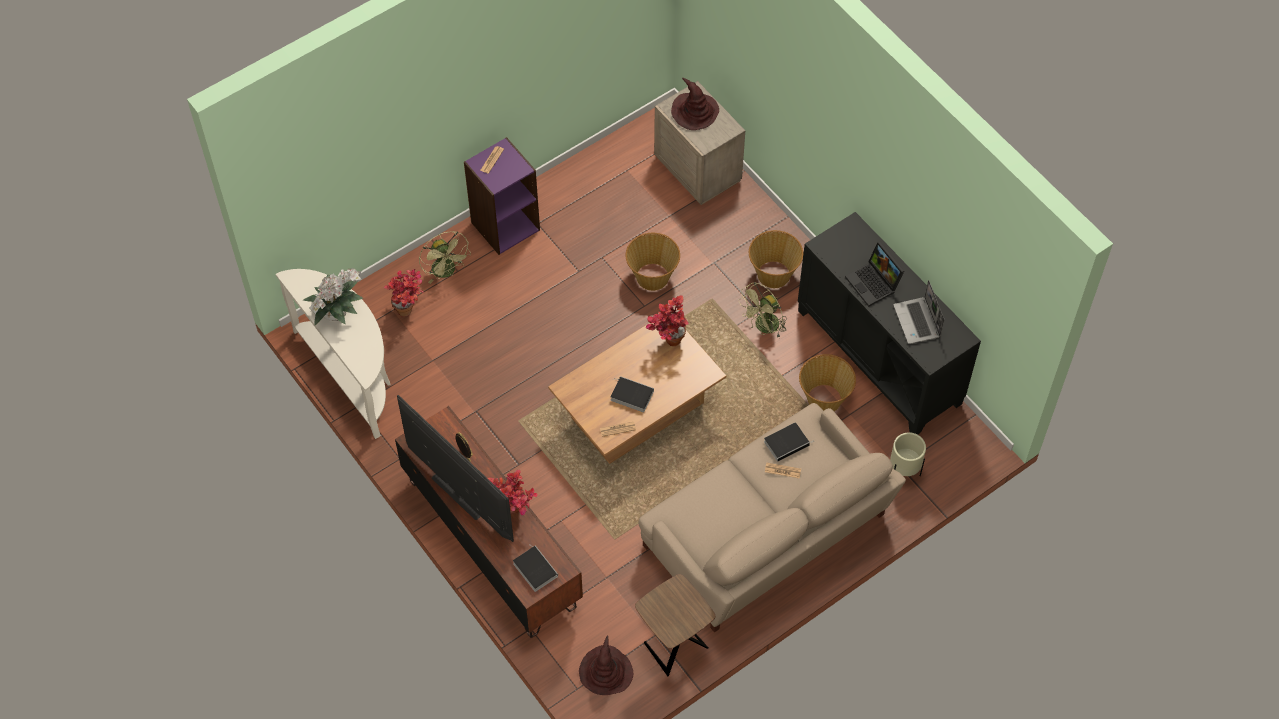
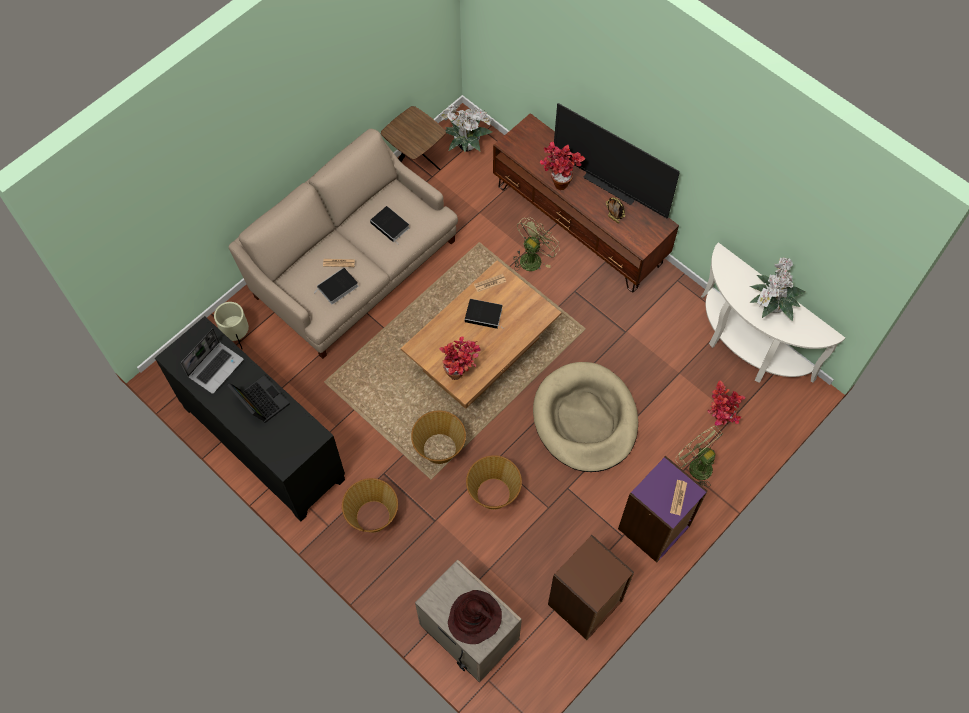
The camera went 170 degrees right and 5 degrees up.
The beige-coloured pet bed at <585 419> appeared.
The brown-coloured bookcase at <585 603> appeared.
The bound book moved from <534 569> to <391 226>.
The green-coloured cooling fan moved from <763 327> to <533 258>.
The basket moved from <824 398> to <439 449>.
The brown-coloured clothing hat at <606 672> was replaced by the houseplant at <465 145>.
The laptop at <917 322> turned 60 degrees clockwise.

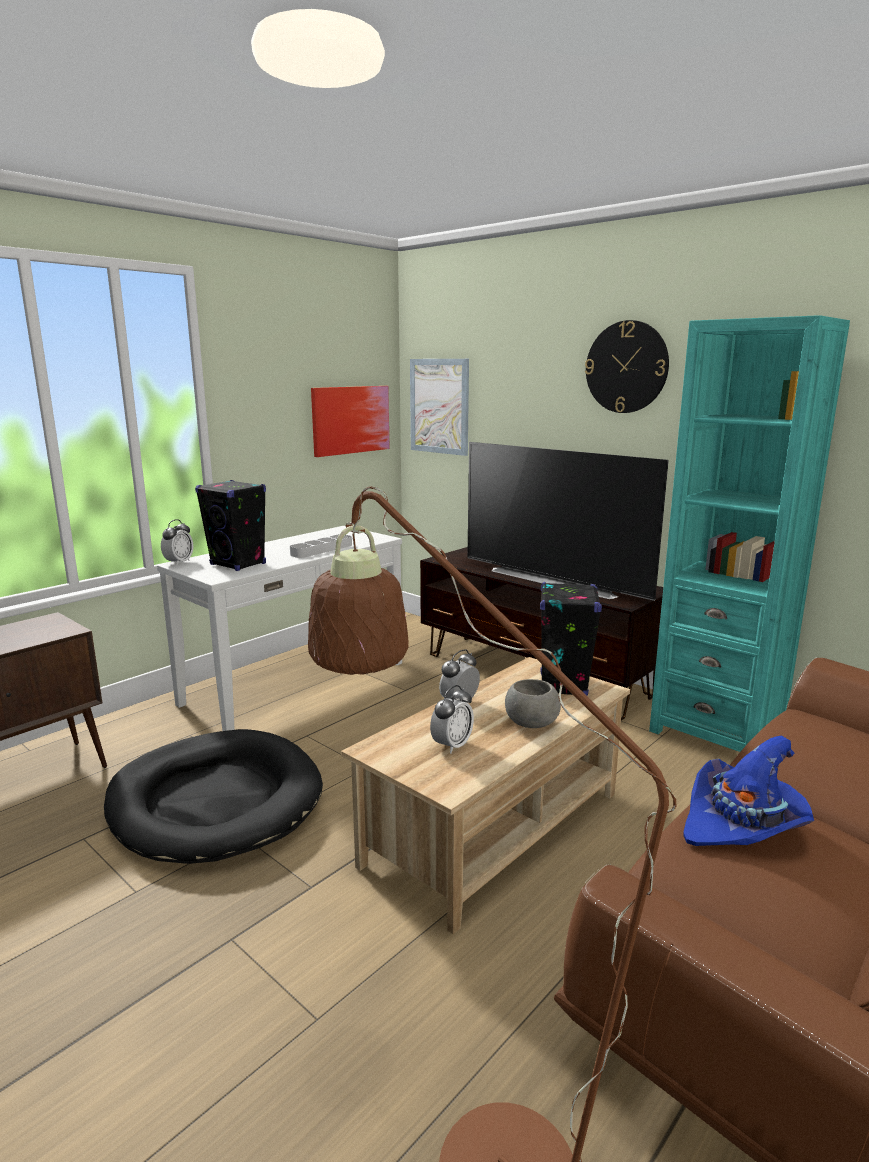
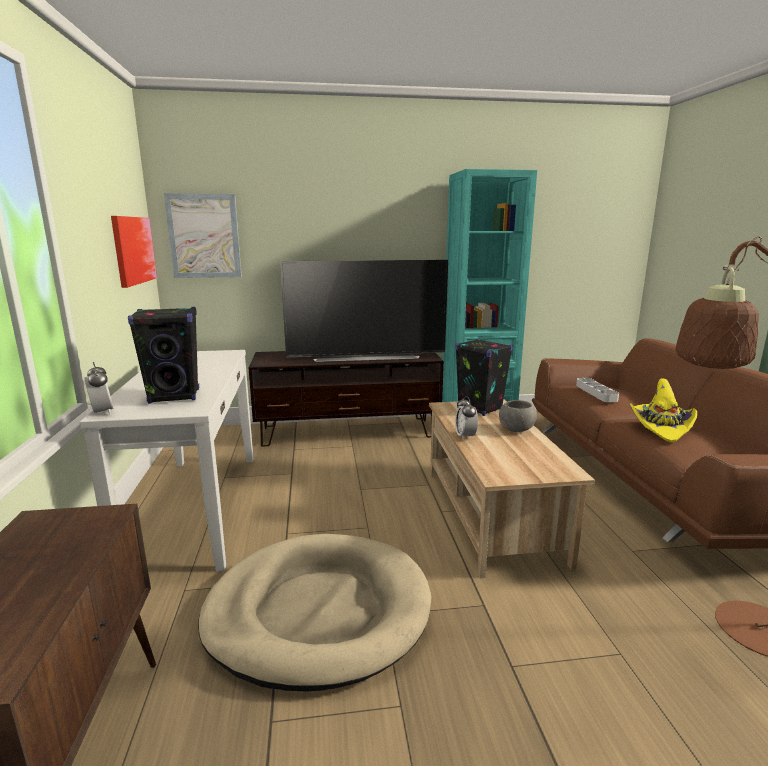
The camera went 50 degrees left and 0 degrees up.
The alarm clock at <452 745> disappeared.
The clock on the wall at <626 367> disappeared.
The gray serving tray moved from <321 550> to <596 393>.
The black pet bed at <215 801> became the beige-coloured pet bed at <318 612>.
The bluish clothing hat at <743 823> became the yellow clothing hat at <661 427>.

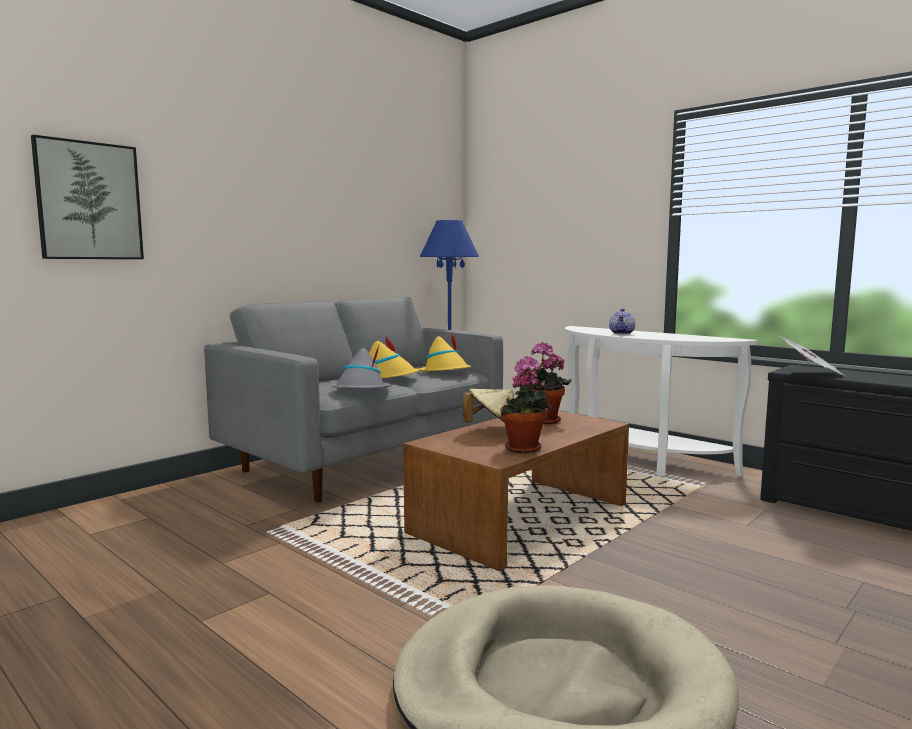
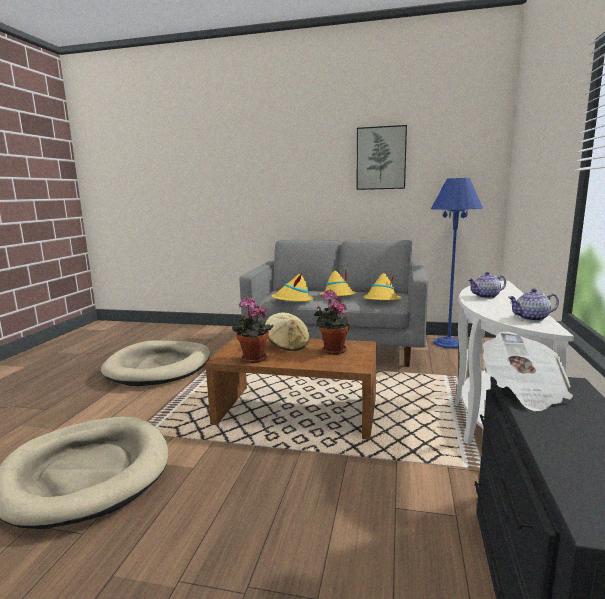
The camera went 60 degrees right and 5 degrees up.
The beige-coloured pet bed at <159 367> appeared.
The pot for tea at <531 318> appeared.
The wall art moved from <89 201> to <381 158>.
The gray clothing hat at <361 391> became the yellow clothing hat at <292 301>.

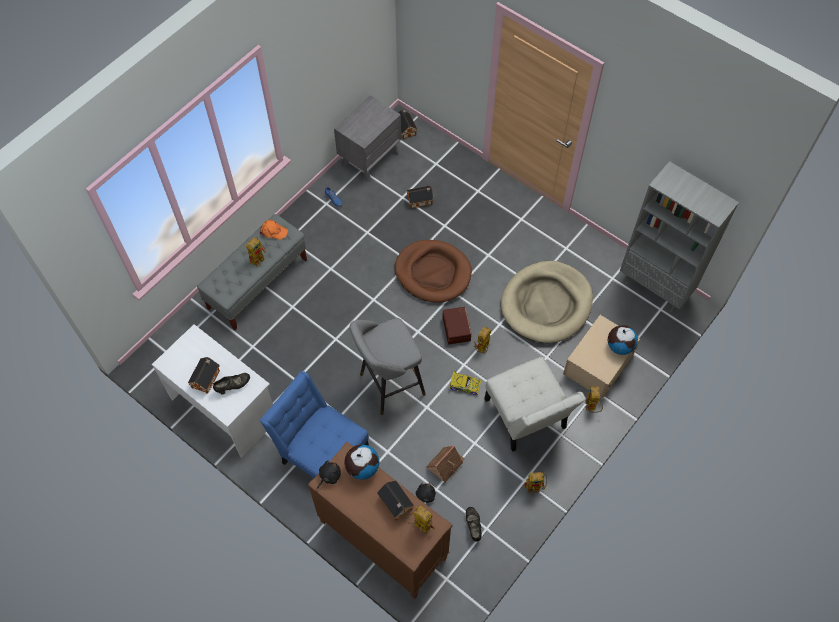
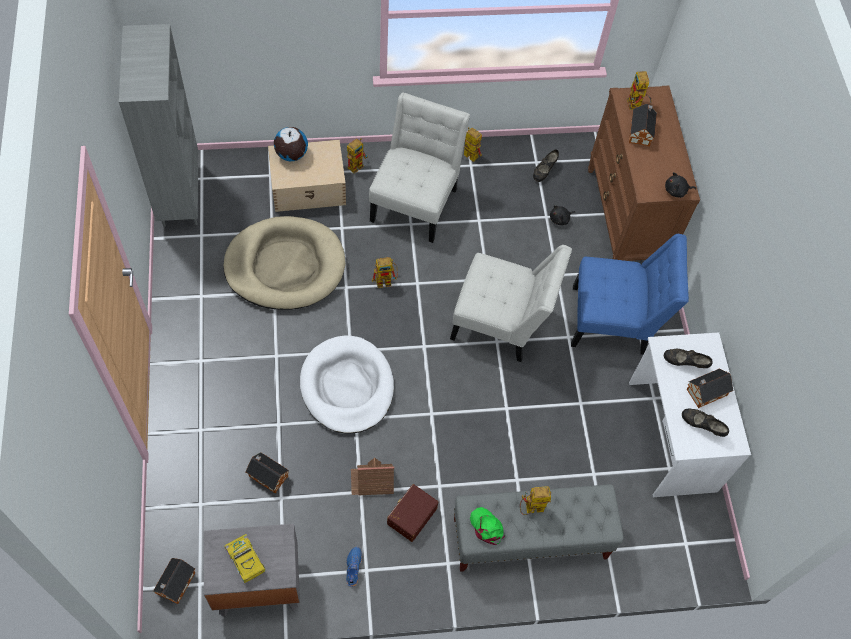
The camera went 140 degrees left and 0 degrees up.
The desk globe at <362 467> disappeared.
The black low shoe at <702 426> appeared.
The miniature house moved from <445 464> to <372 481>.
The brown-coloured storage bin moved from <457 328> to <411 515>.
The toy car moved from <464 385> to <245 561>.
The gray stool at <388 386> was replaced by the white-coloured plain chair at <501 323>.
The orange-coloured cap at <273 231> became the green-coloured cap at <487 527>.
The brown-coloured pet bed at <433 273> became the white-coloured pet bed at <347 386>.
The bluish plain chair at <322 453> turned 75 degrees counterclockwise.

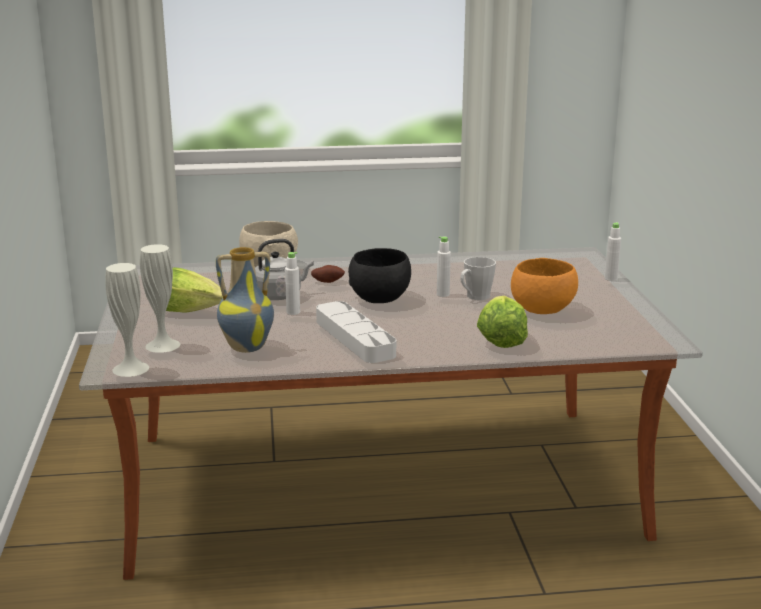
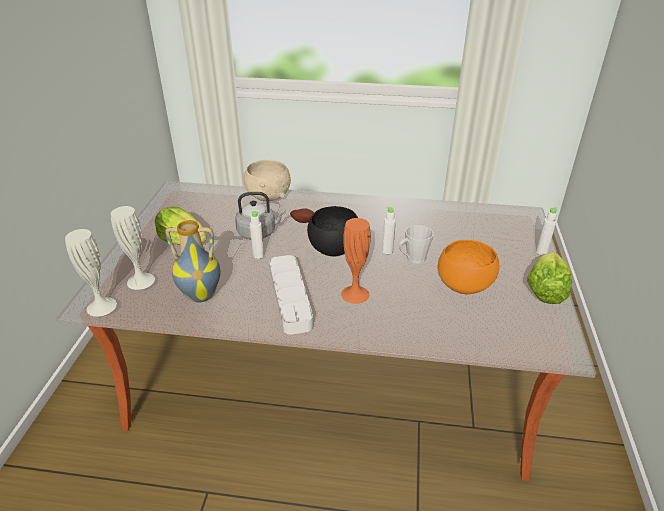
The camera went 15 degrees right and 15 degrees up.
The orange-coloured decorative vase at <355 294> appeared.
The head of lettuce moved from <501 339> to <545 289>.

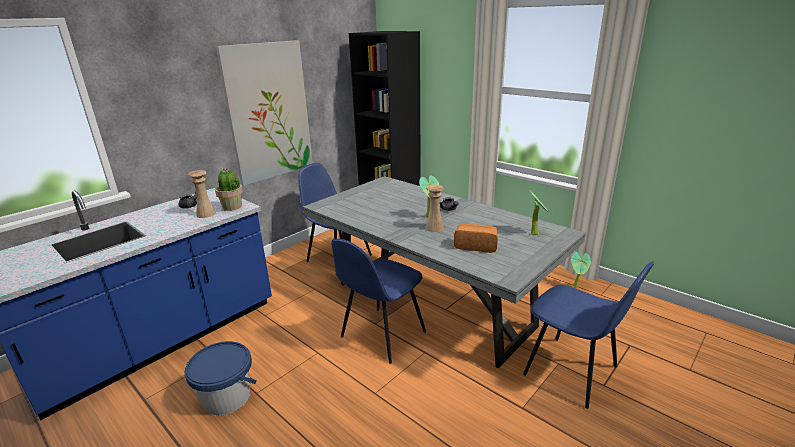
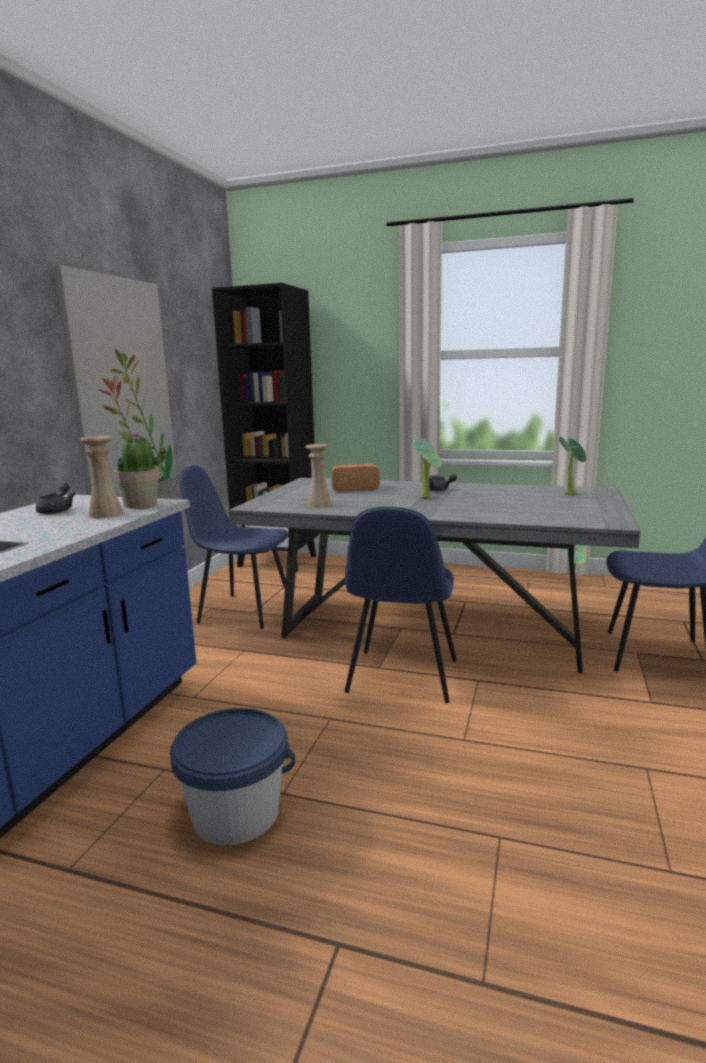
The camera went 25 degrees left and 10 degrees down.
The beige-coloured decorative vase moved from <434 227> to <319 504>.
The bakery bread moved from <476 246> to <354 488>.

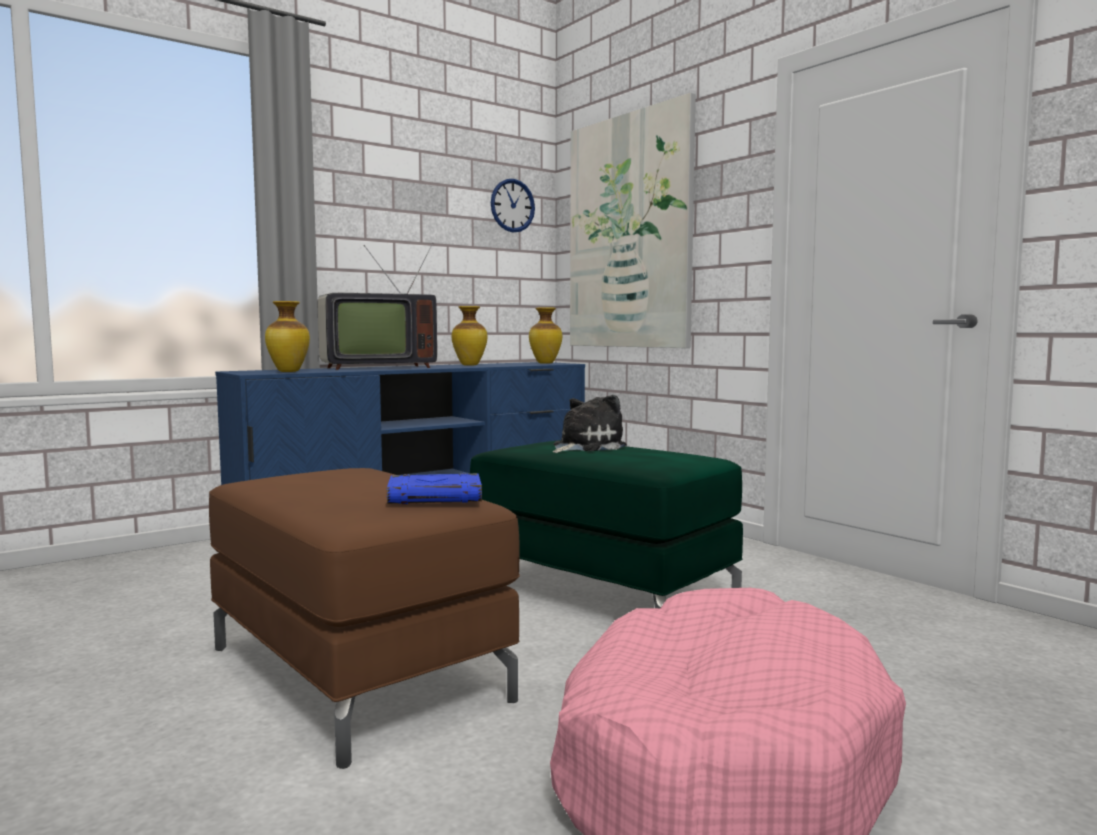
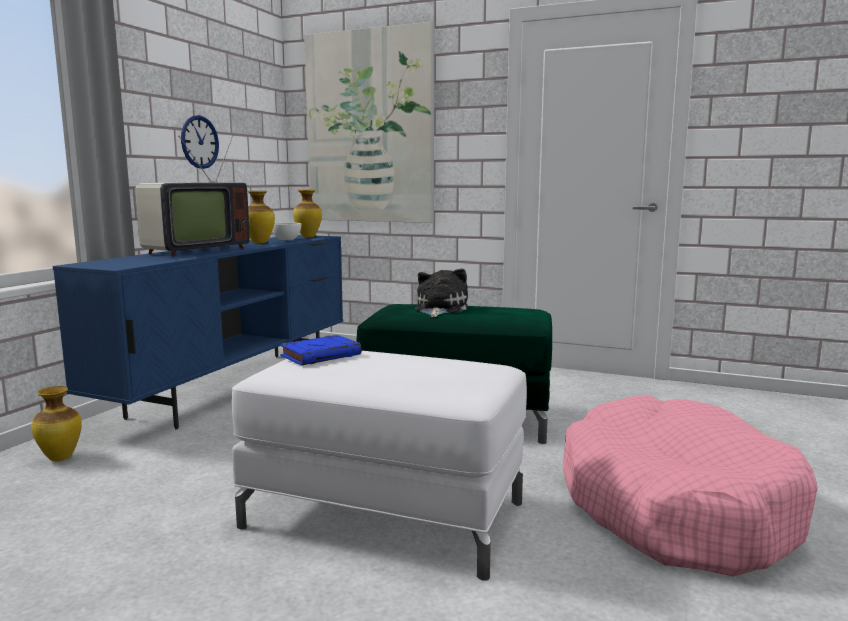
The camera went 30 degrees left and 5 degrees up.
The white-coloured deep dish at <287 239> appeared.
The decorative vase moved from <287 371> to <59 458>.
The bluish bound book moved from <436 497> to <321 355>.
The clock on the wall moved from <512 205> to <199 142>.
The brown-coloured footrest at <358 673> became the white-coloured footrest at <387 514>.

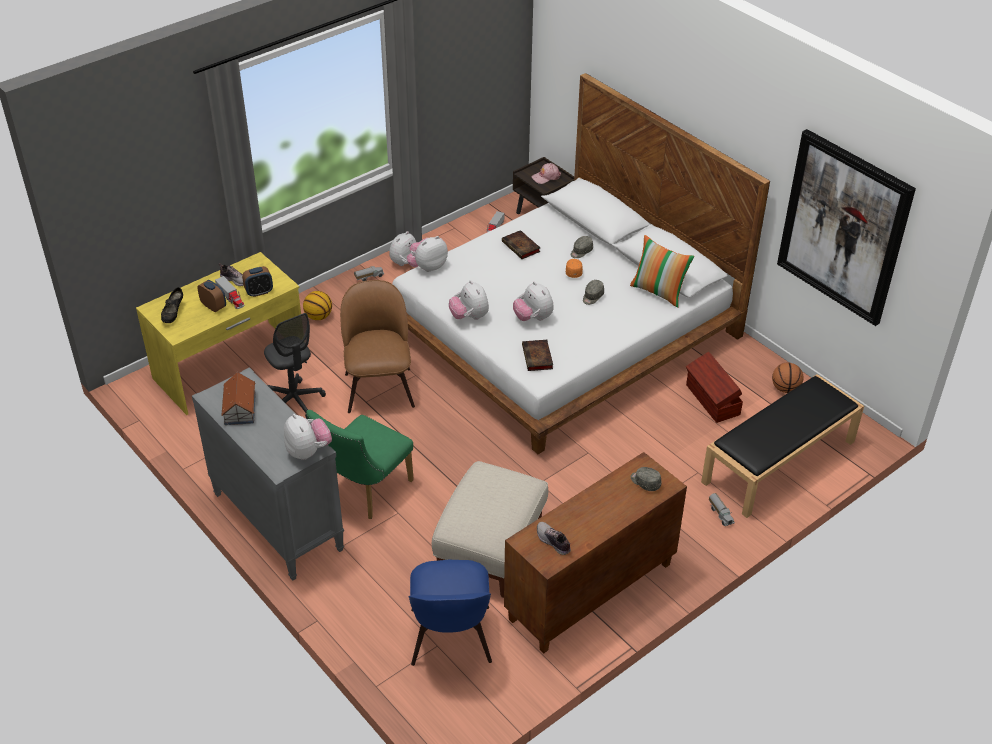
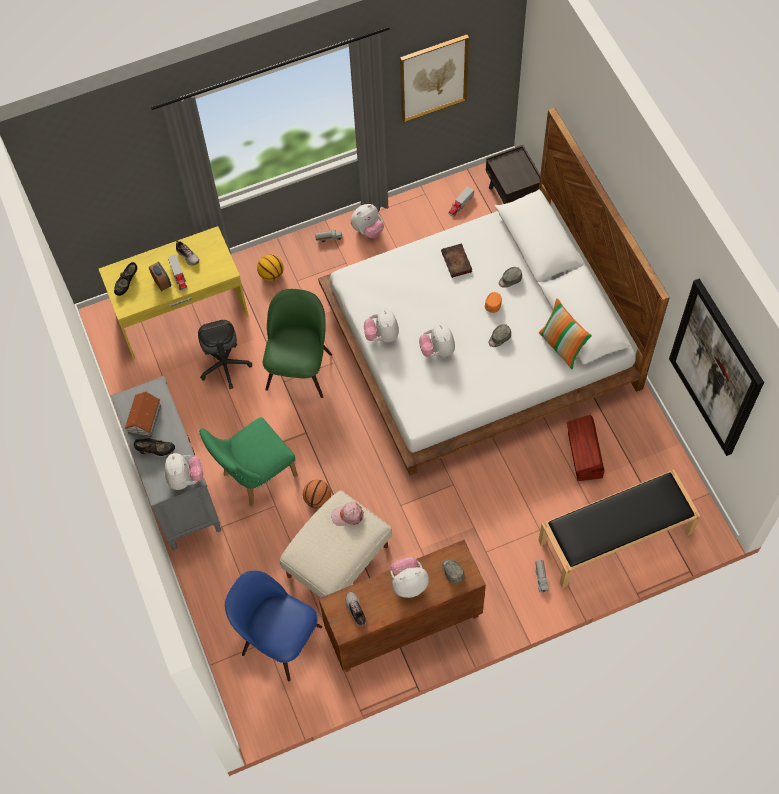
The camera went 20 degrees right and 20 degrees up.
The alarm clock at <259 292> disappeared.
The bound book at <538 358> disappeared.
The black low shoe at <156 450> appeared.
The wall art at <433 78> appeared.
The plush toy moved from <428 266> to <408 583>.
The pinkish cap moved from <546 177> to <347 515>.
The basketball ball moved from <785 388> to <317 499>.
The brown-coloured plain chair at <379 387> became the green-coloured plain chair at <299 368>.
The bluish plain chair at <450 639> turned 105 degrees clockwise.

